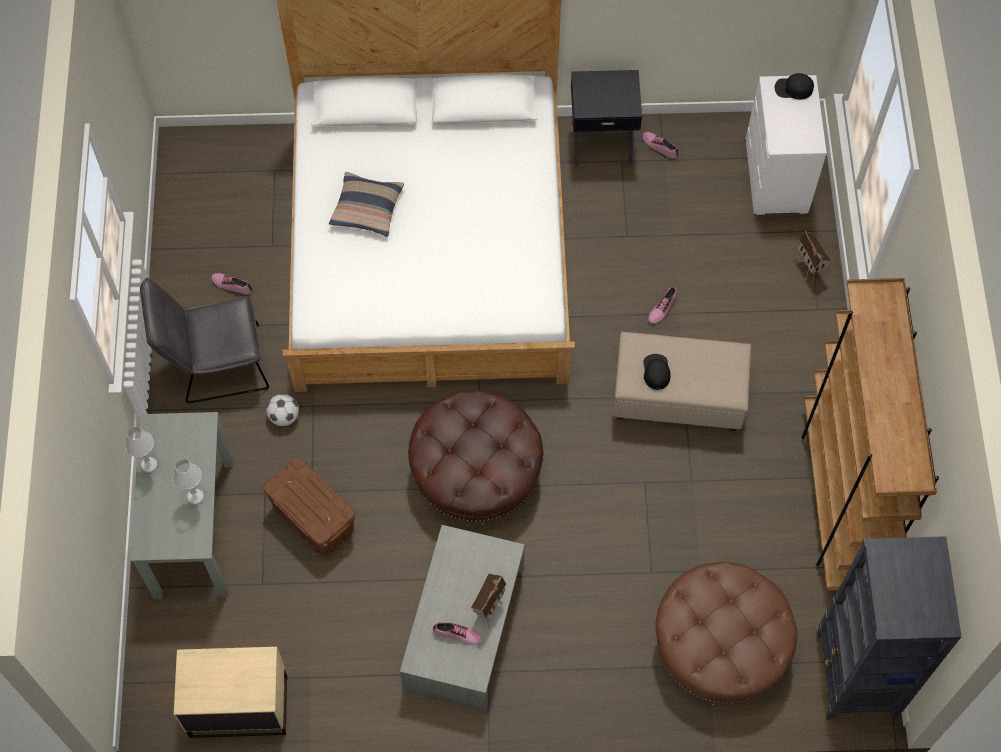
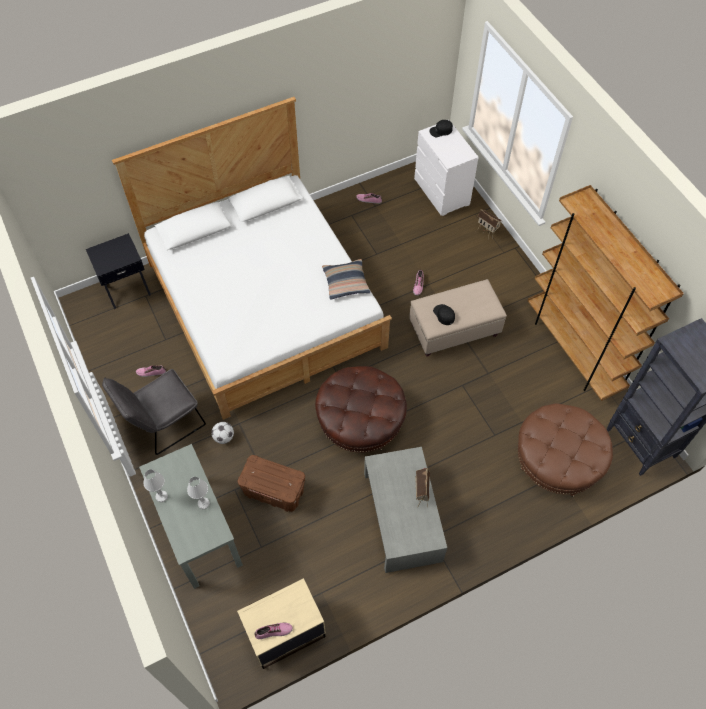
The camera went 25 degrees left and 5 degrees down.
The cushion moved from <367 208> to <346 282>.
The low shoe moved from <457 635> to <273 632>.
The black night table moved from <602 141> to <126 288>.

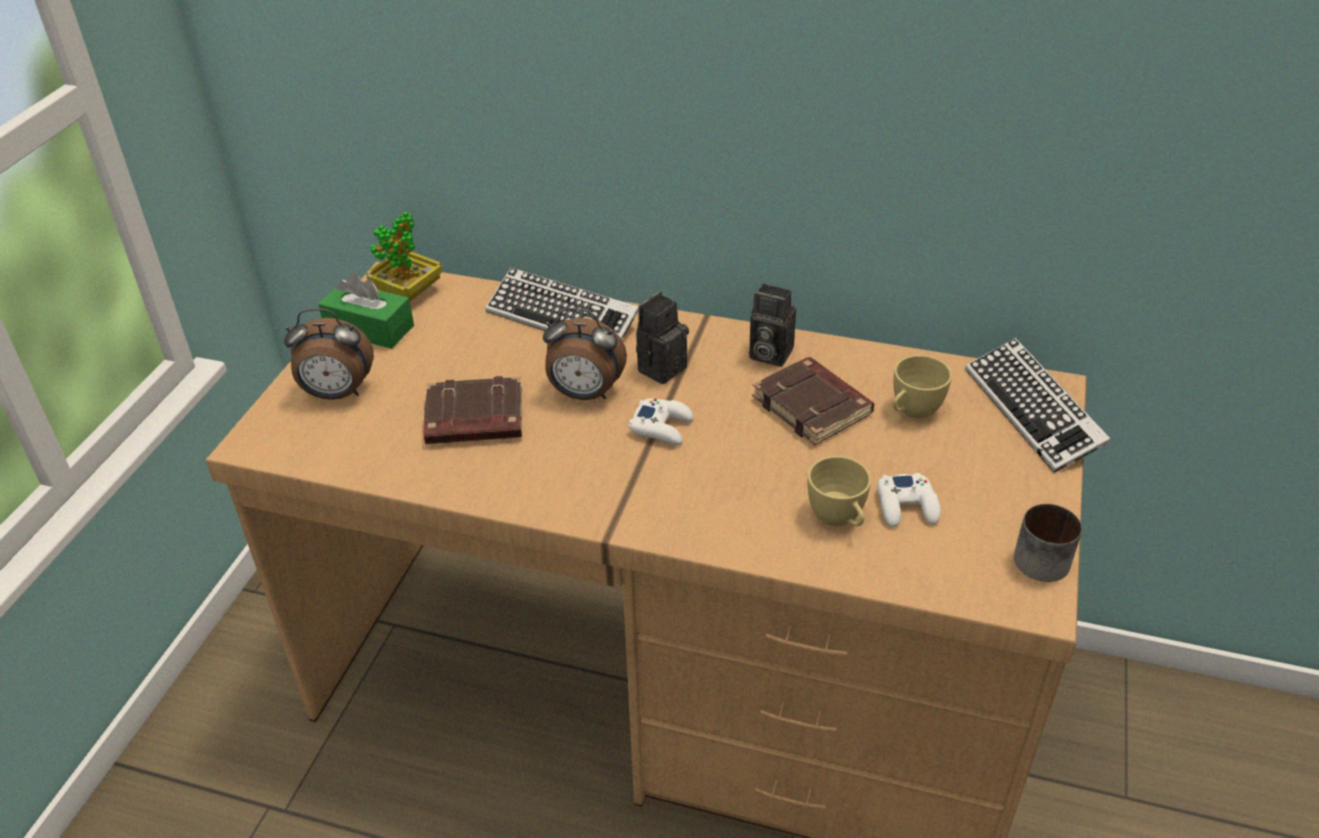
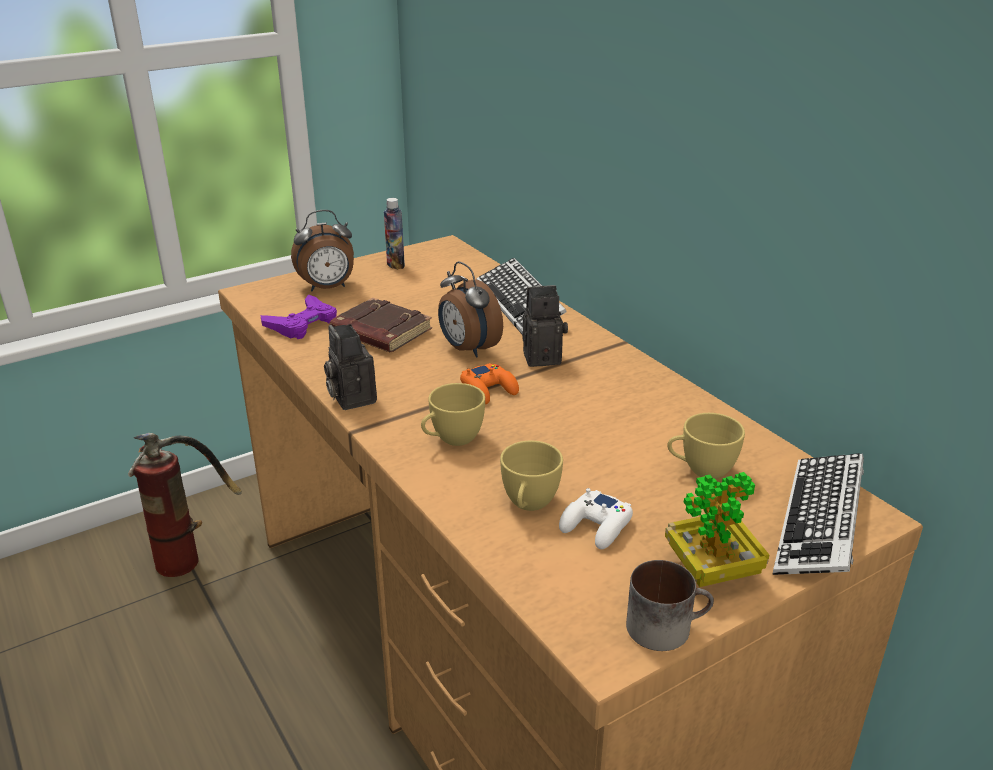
The camera went 40 degrees right and 10 degrees down.
The brown-coloured bound book at <814 407> disappeared.
The fire extinguisher at <189 552> appeared.
The purple-coloured gamepad at <302 324> appeared.
The yellow small cup at <452 439> appeared.
The houseplant moved from <408 292> to <712 570>.
The still camera moved from <767 354> to <351 397>.
The green-coloured box of tissues at <369 328> was replaced by the drink bottle at <395 264>.
The white-coloured gamepad at <662 427> became the orange-coloured gamepad at <489 389>.
The alarm clock at <337 394> turned 60 degrees counterclockwise.

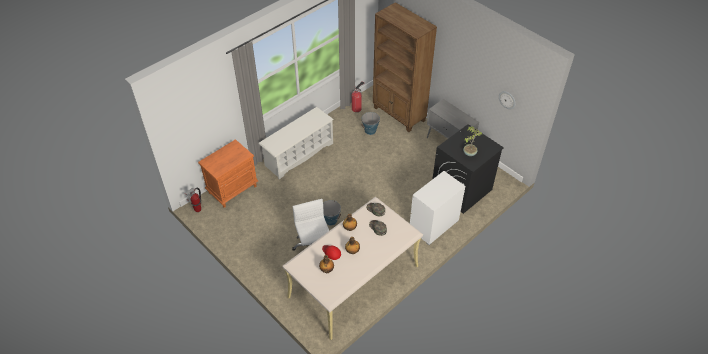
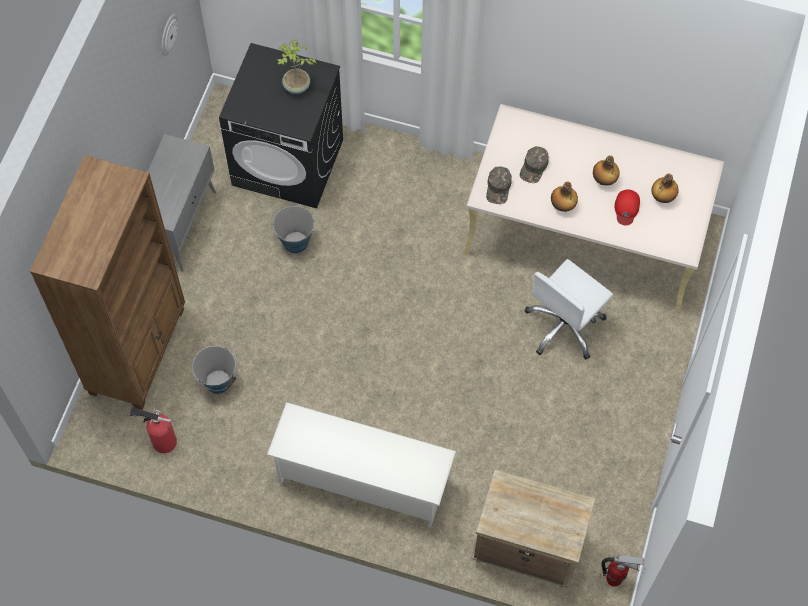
The camera went 120 degrees left and 15 degrees up.
The white-coloured dresser at <433 225> disappeared.
The pail moved from <331 220> to <295 242>.
The orange-coloured night table at <233 189> became the beige-coloured night table at <526 547>.

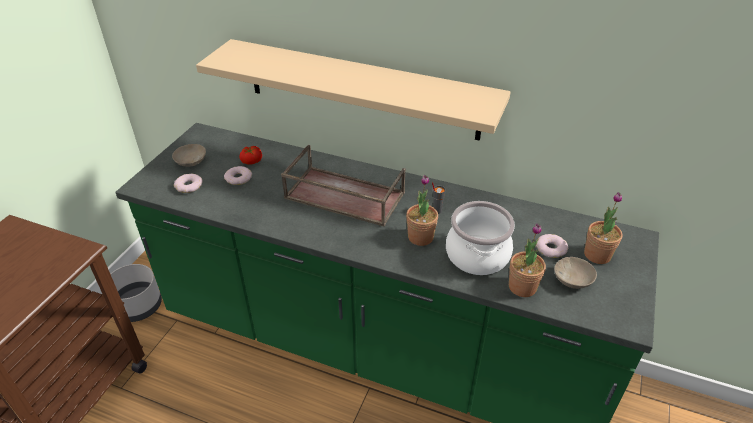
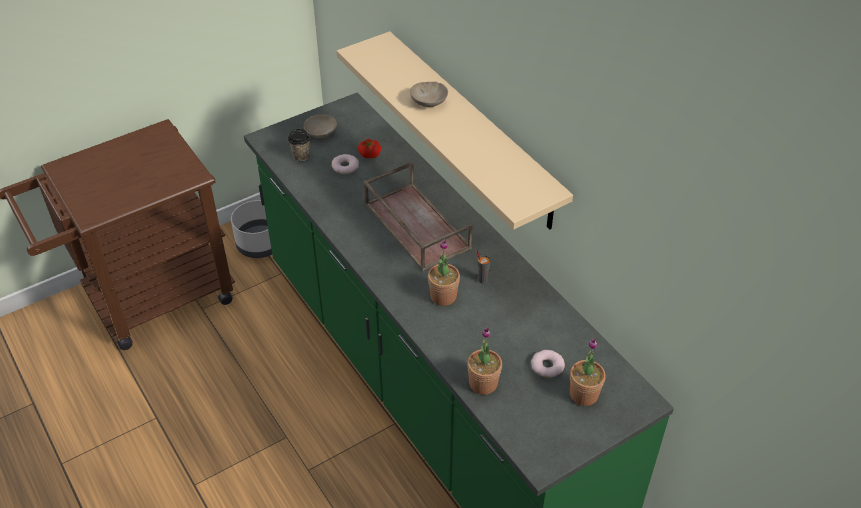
The camera went 35 degrees right and 5 degrees up.
The stockpot at <478 255> disappeared.
The beige-coloured deep dish moved from <573 281> to <428 102>.
The doughnut at <189 186> was replaced by the small cup at <301 156>.

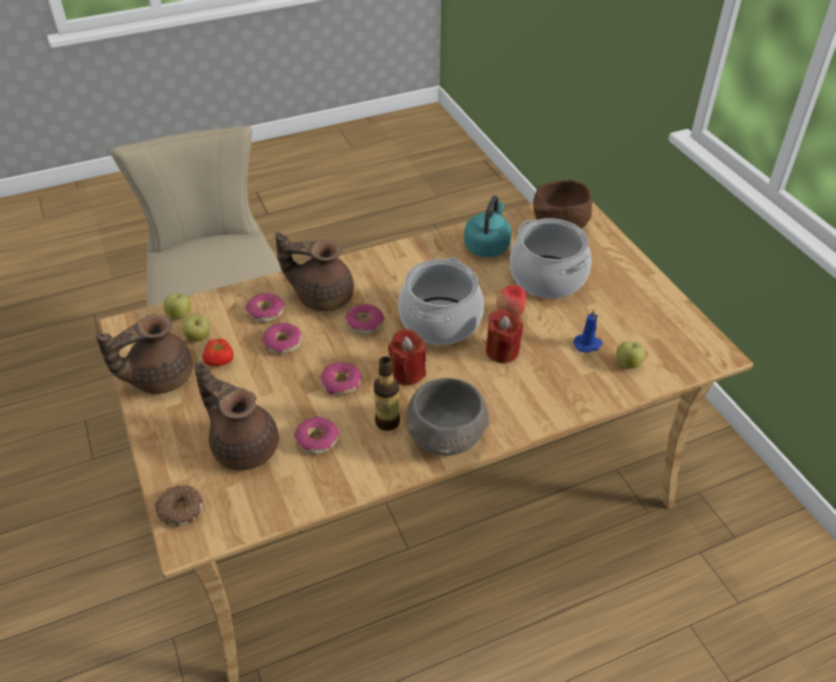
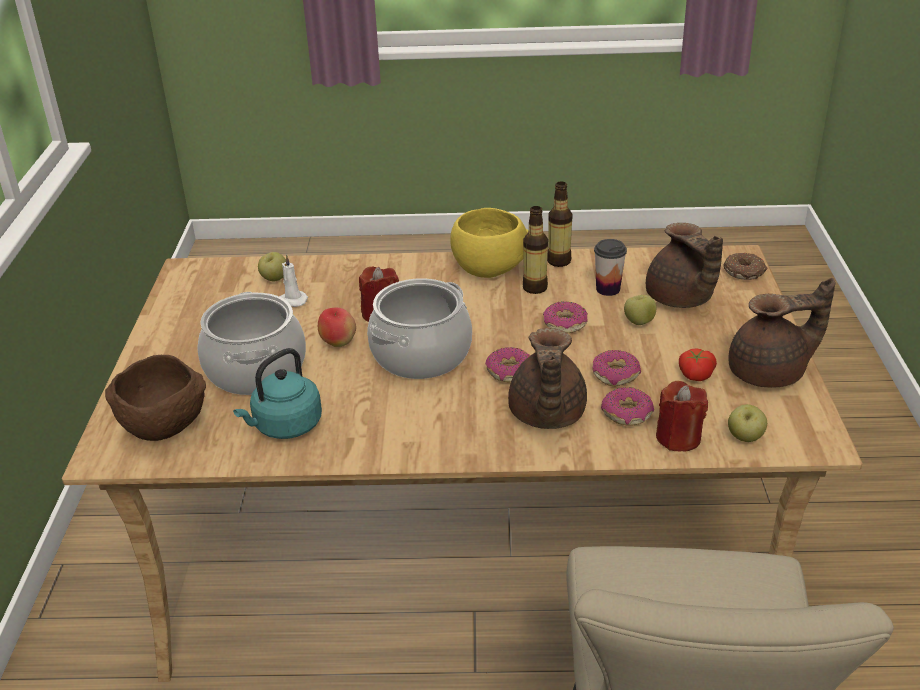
The camera went 155 degrees left and 10 degrees down.
The drink bottle at <559 261> appeared.
The apple moved from <198 338> to <639 322>.
The reddish wax candle moved from <407 372> to <678 438>.
The doughnut at <317 440> was replaced by the small cup at <608 289>.
The gray deep dish at <446 438> became the yellow deep dish at <489 267>.
The bluish wax candle at <588 344> became the white-coloured wax candle at <291 301>.
The brown-coloured pot for tea at <322 296> turned 60 degrees clockwise.

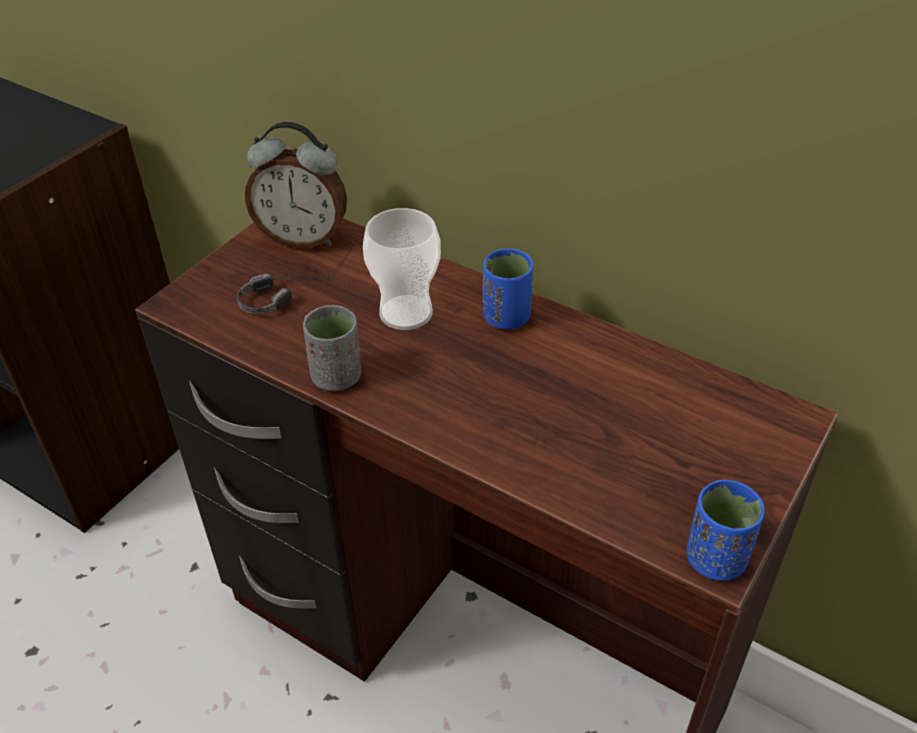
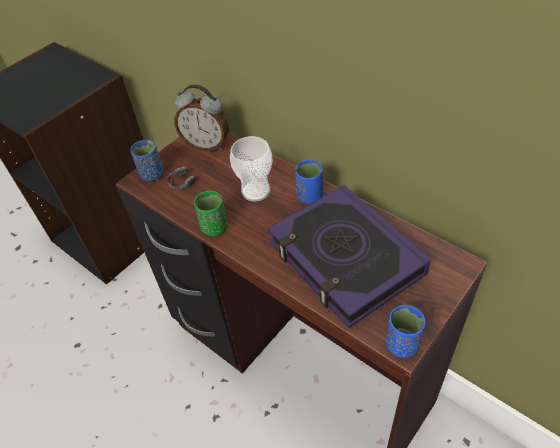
The camera went 10 degrees right and 5 degrees up.
The bluish small cup at <152 174> appeared.
The bound book at <345 259> appeared.
The gray small cup at <337 377> became the green-coloured small cup at <214 227>.

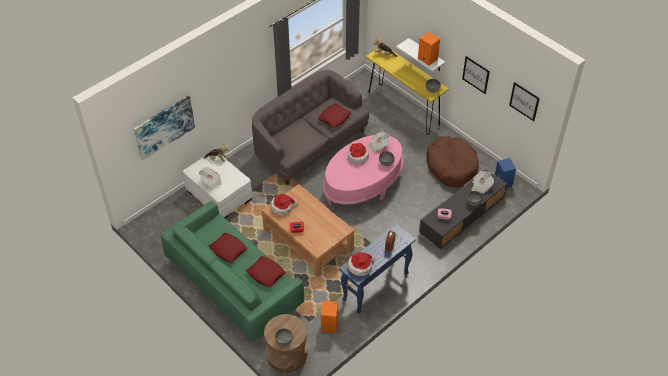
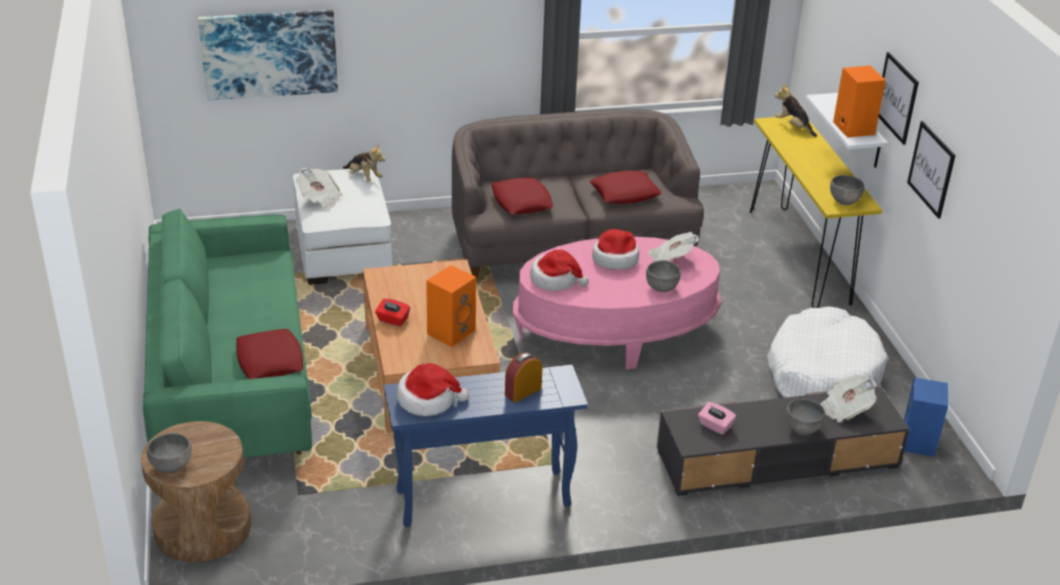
The camera went 30 degrees right and 15 degrees down.
The reddish cushion moved from <228 249> to <521 202>.
The clothing hat moved from <282 207> to <555 279>.
The orange-coloured speaker moved from <329 324> to <451 331>.
The wall art moved from <524 101> to <897 98>.
The brown-coloured pet bed at <452 167> became the white-coloured pet bed at <822 375>.

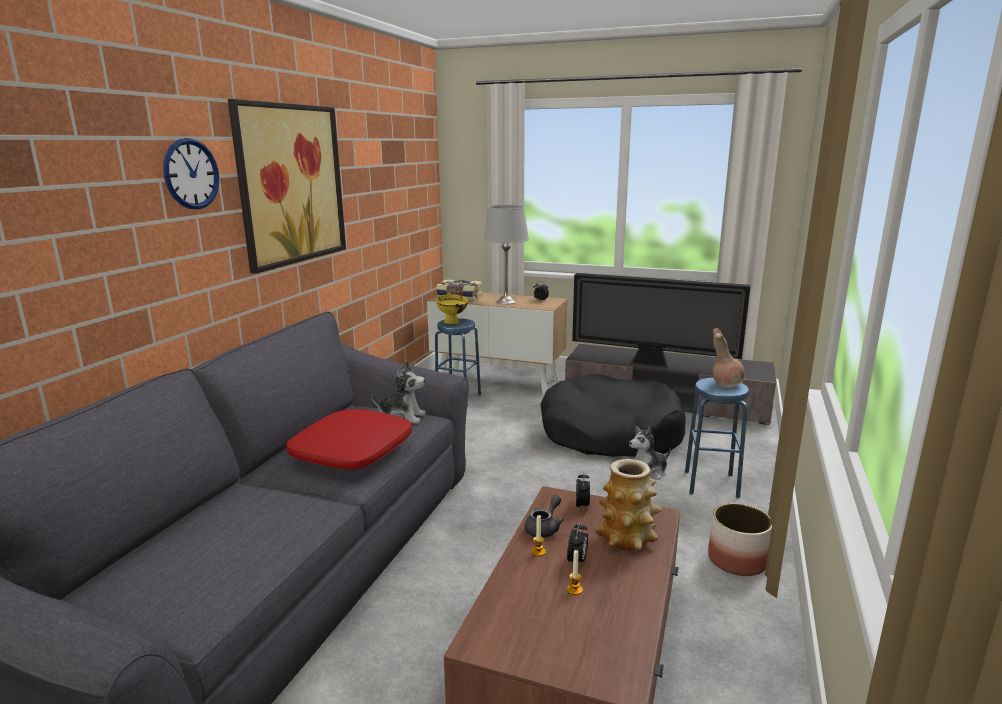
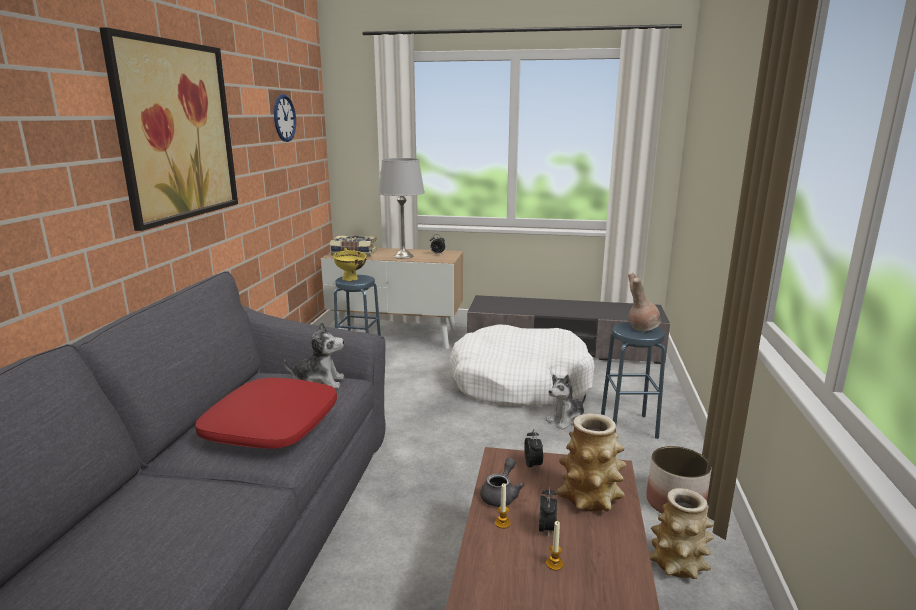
The camera went 10 degrees left and 0 degrees up.
The TV at <652 364> disappeared.
The decorative vase at <677 564> appeared.
The clock on the wall moved from <191 174> to <284 118>.
The black pet bed at <610 434> became the white-coloured pet bed at <519 383>.

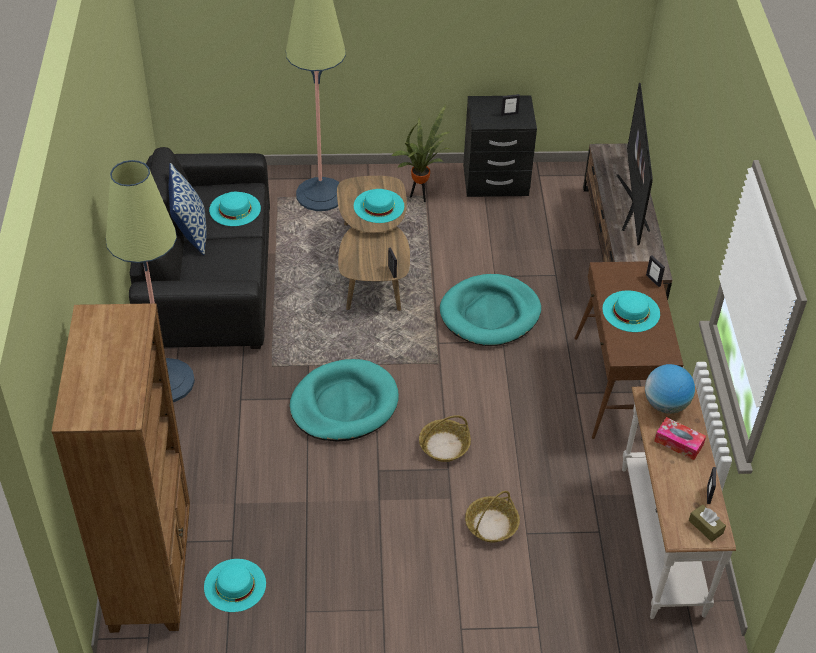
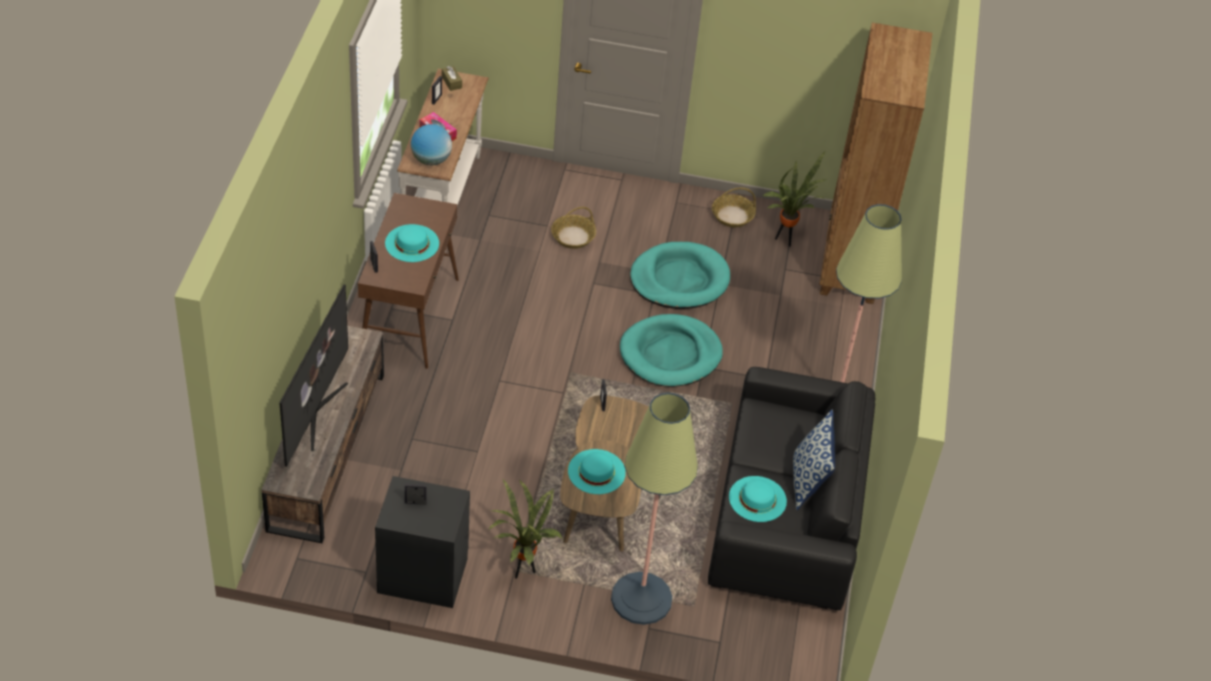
The camera went 170 degrees left and 0 degrees up.
The basket moved from <444 446> to <732 216>.
The turquoise pet bed moved from <490 313> to <679 279>.
The turquoise clothing hat at <235 585> was replaced by the houseplant at <786 239>.

